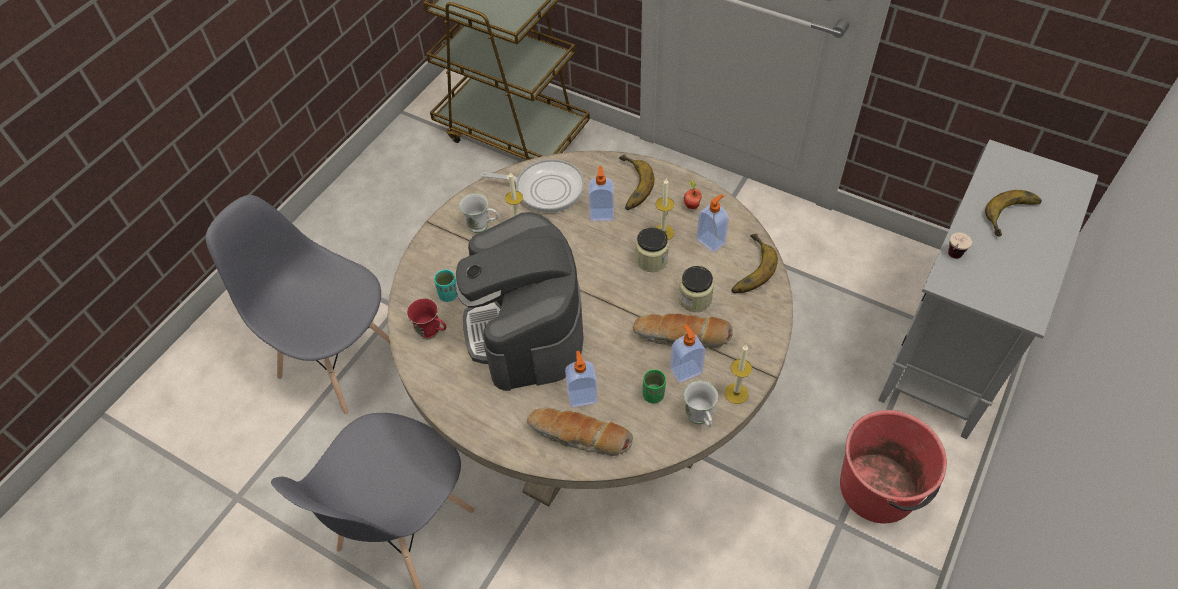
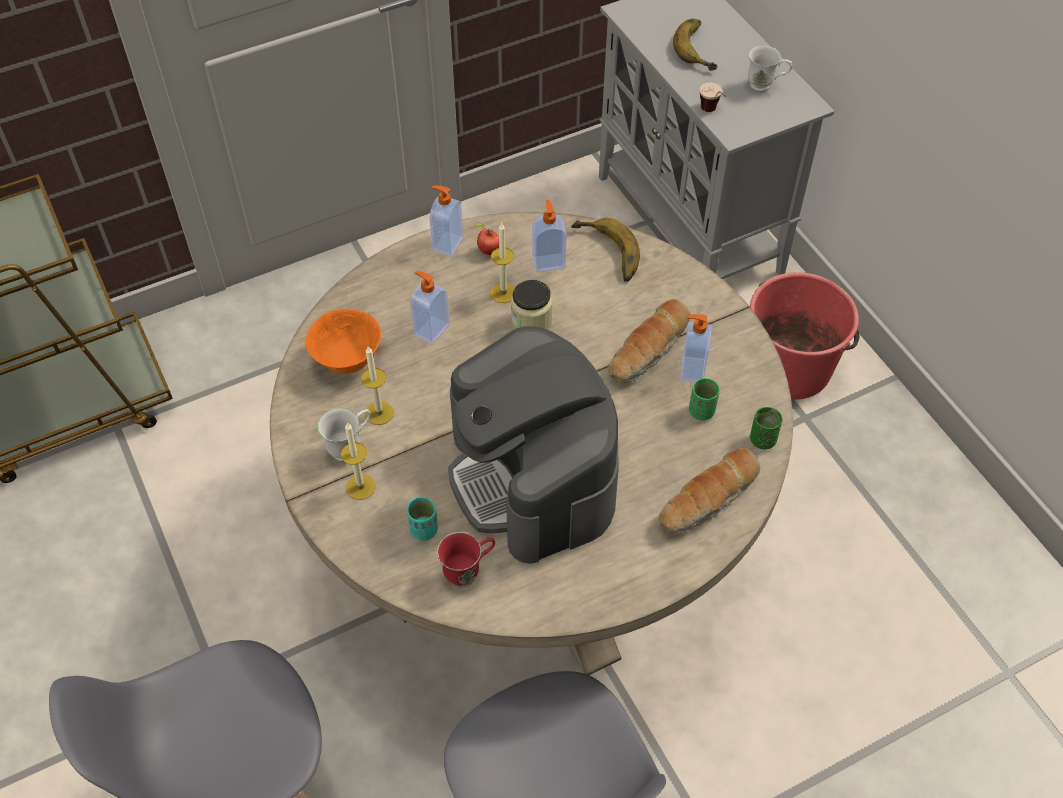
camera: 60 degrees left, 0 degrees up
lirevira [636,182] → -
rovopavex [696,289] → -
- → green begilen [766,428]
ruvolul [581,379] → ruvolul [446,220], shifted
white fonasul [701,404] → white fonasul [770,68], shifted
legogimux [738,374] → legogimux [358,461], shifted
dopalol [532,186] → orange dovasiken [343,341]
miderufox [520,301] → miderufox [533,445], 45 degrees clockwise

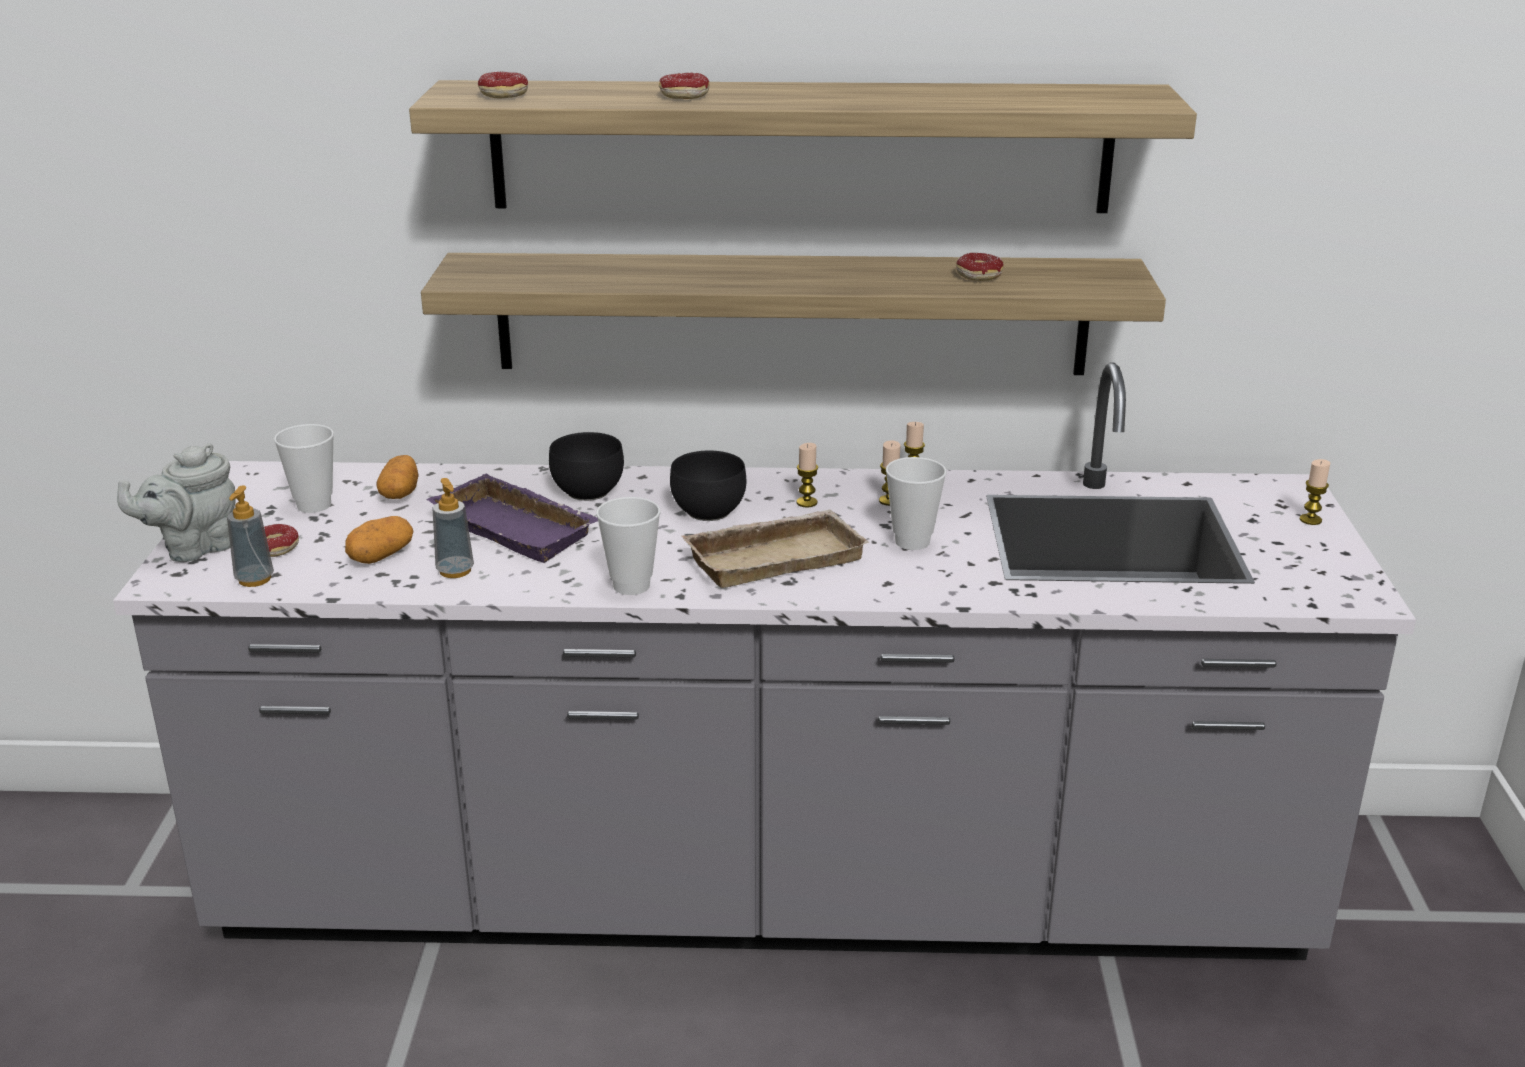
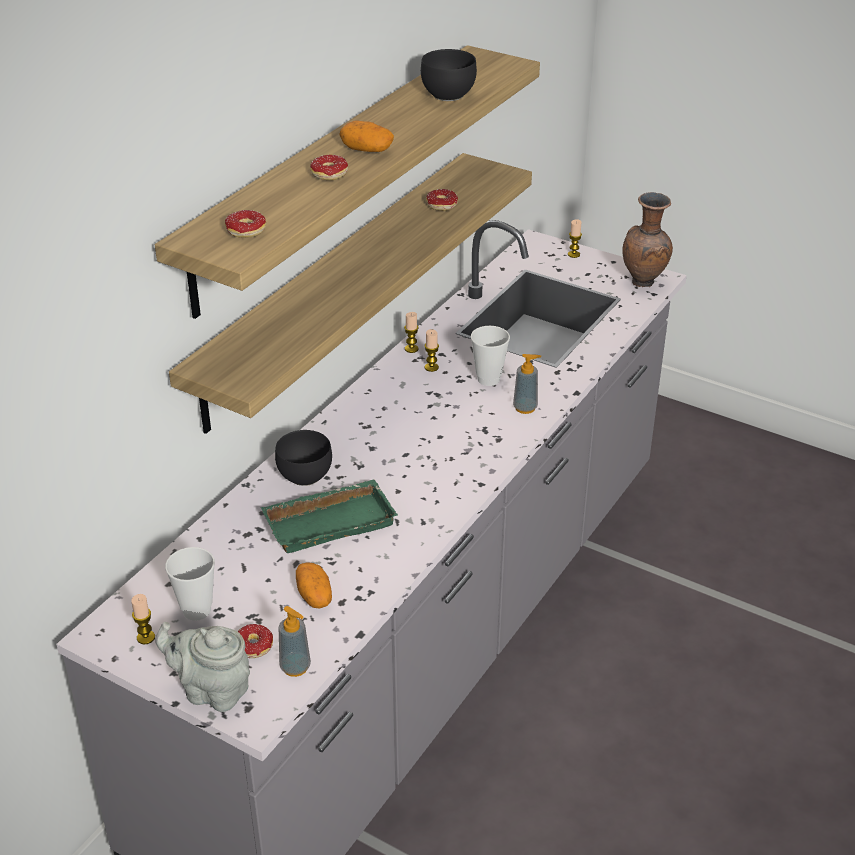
camera: 60 degrees left, 10 degrees up
begilen [628,546] → -
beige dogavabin [775,549] → -
- → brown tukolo [648,239]
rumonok [397,477] → rumonok [366,136], shifted
ruvolul [453,528] → ruvolul [527,384], shifted
black dovasiken [708,486] → black dovasiken [449,75], shifted
legogimux [807,475] → legogimux [143,619], shifted
purple dogavabin [512,518] → green dogavabin [329,516]
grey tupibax [176,502] → grey tupibax [202,667], 120 degrees clockwise

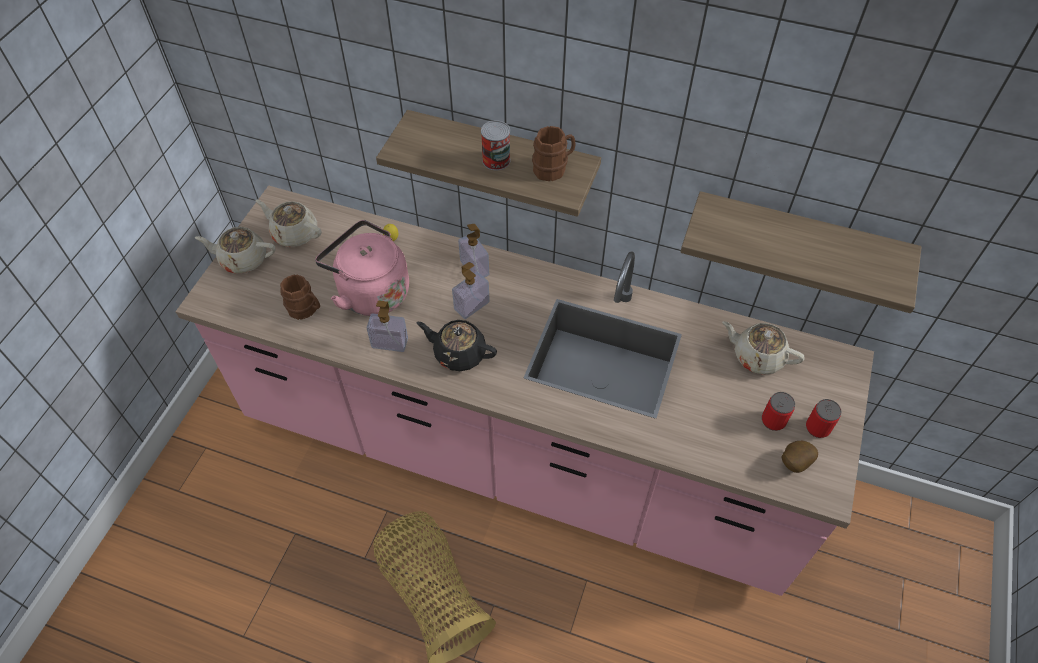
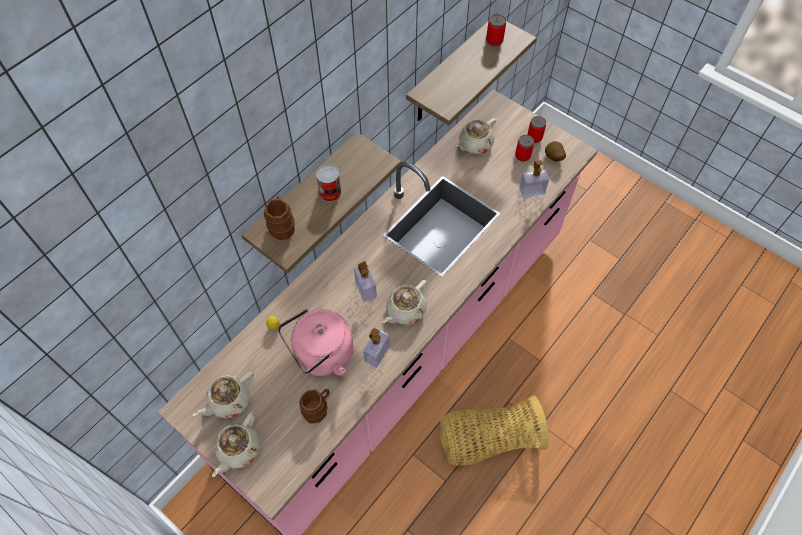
camera: 70 degrees left, 5 degrees up
- → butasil [496,30]
ruvolul [473,250] → ruvolul [534,179], shifted
brown fonasul [554,153] → brown fonasul [279,218], shifted
black tupibax [456,345] → beige tupibax [405,302]

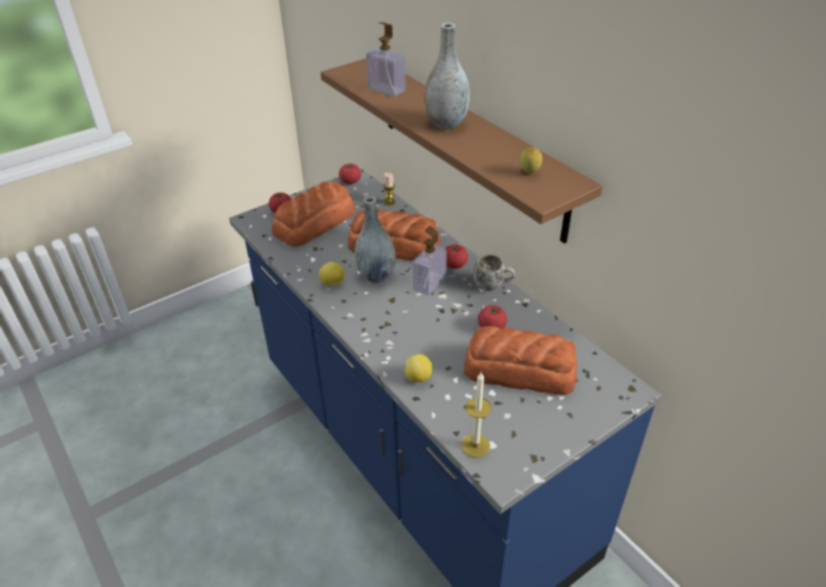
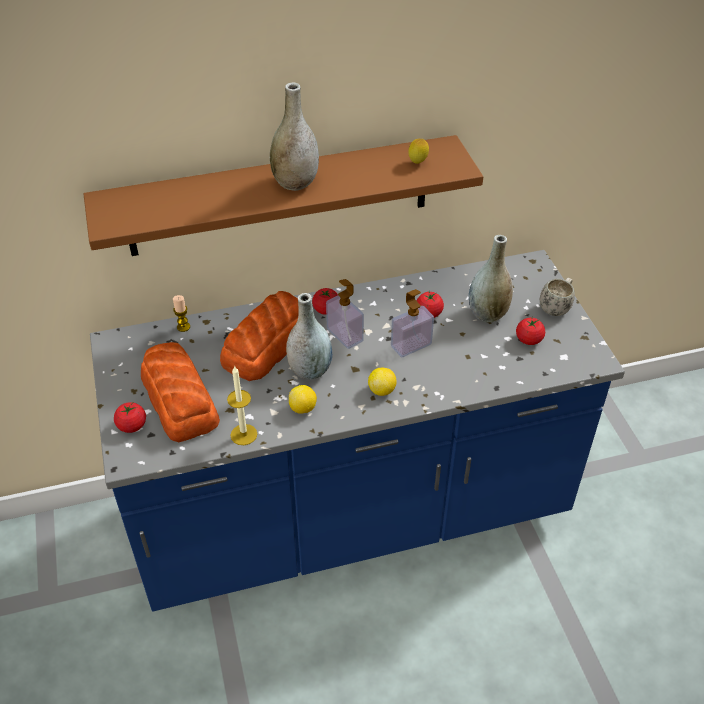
camera: 70 degrees left, 5 degrees up
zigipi [350,174] → zigipi [530,331], shifted
ruvolul [386,59] → ruvolul [412,323], shifted
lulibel [419,368] → lulibel [382,382], shifted
legogimux [476,415] → legogimux [242,405], shifted
white fonasul [494,272] → white fonasul [557,297], shifted
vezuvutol [520,360] → grey tukolo [491,278]

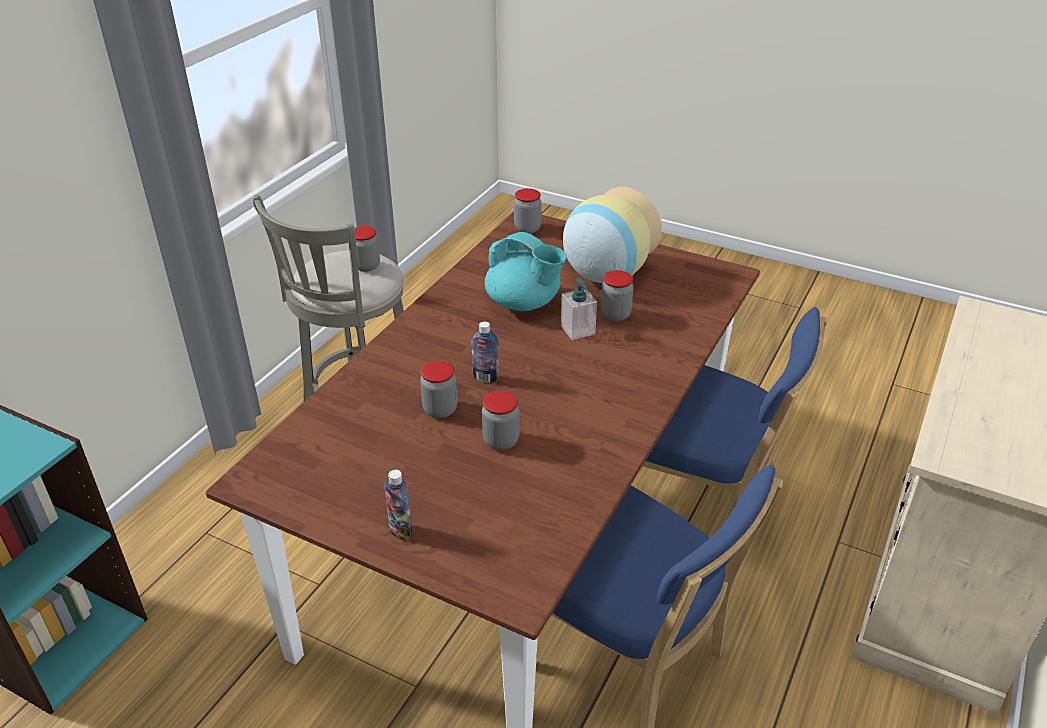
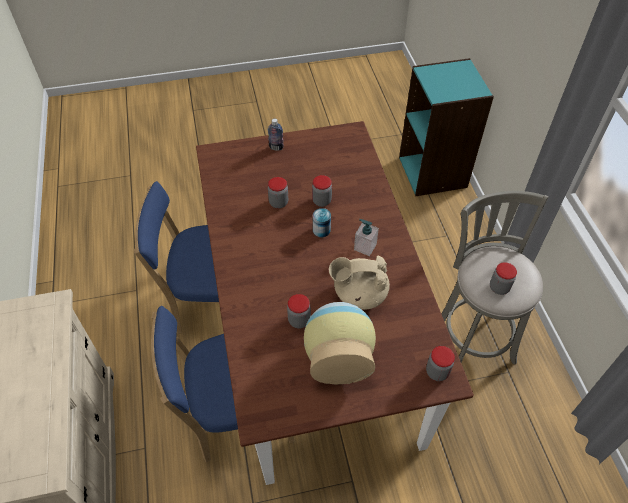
camera: 140 degrees right, 15 degrees up
ruvolul [579,309] → ruvolul [366,237], shifted
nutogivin [485,352] → butasil [322,222]
turquoise tupibax [526,271] → beige tupibax [359,283]

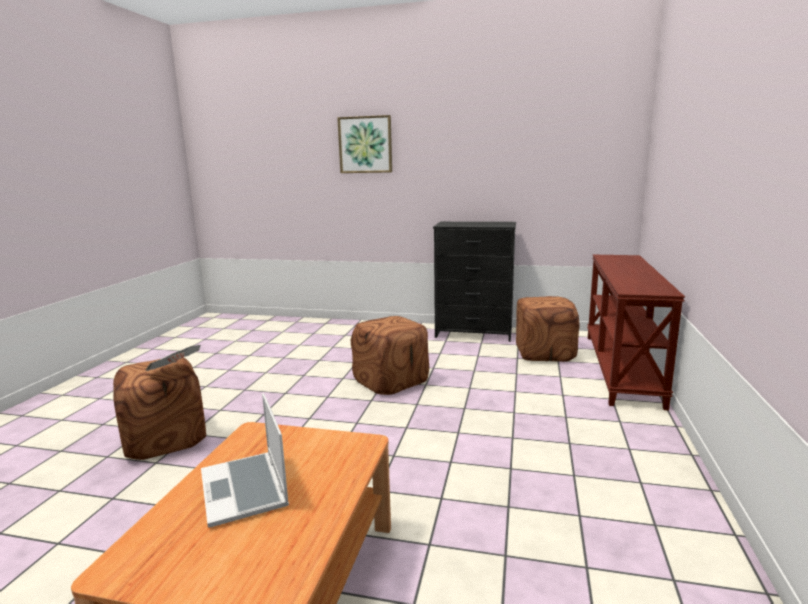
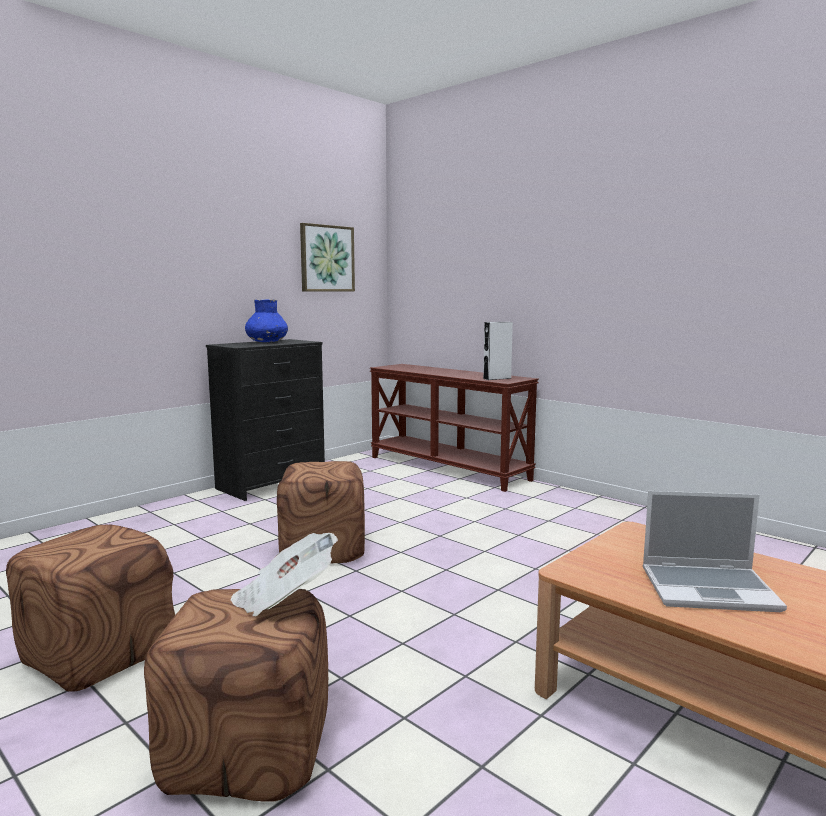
camera: 60 degrees left, 5 degrees down
- → blue tukolo [266,320]
- → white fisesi [498,351]
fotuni [364,144] → fotuni [327,257], shifted
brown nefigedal [547,329] → brown nefigedal [90,608], shifted

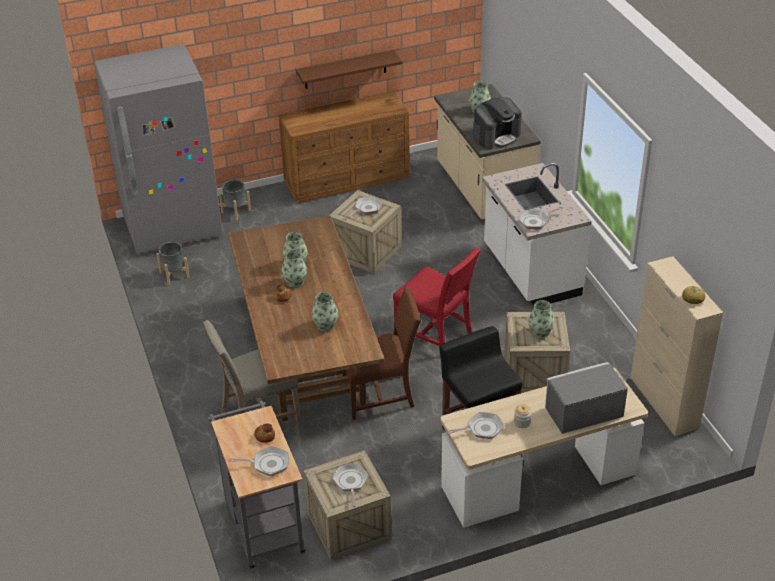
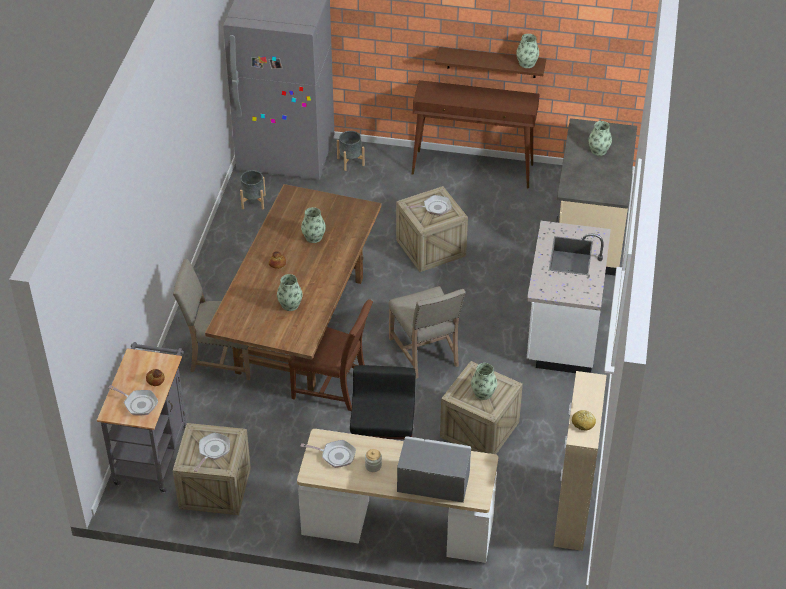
camera: 30 degrees right, 5 degrees up
miderufox [497,123] → -
dopalol [541,217] → -
tukolo [294,268] → tukolo [527,51], shifted
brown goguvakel [344,147] → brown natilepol [476,134]
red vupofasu [437,297] → beige vupofasu [426,332]

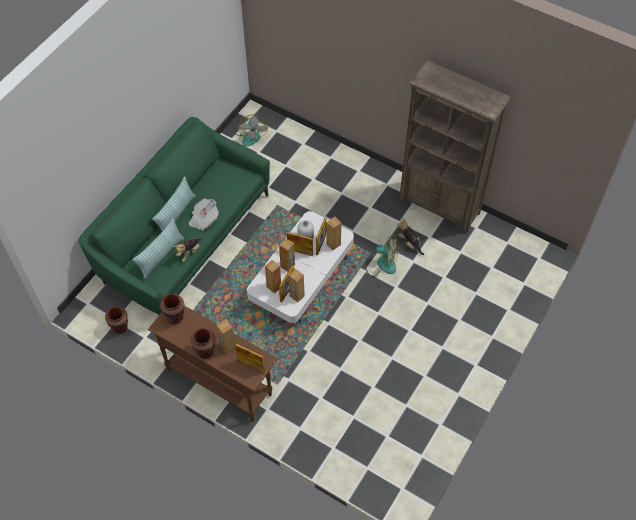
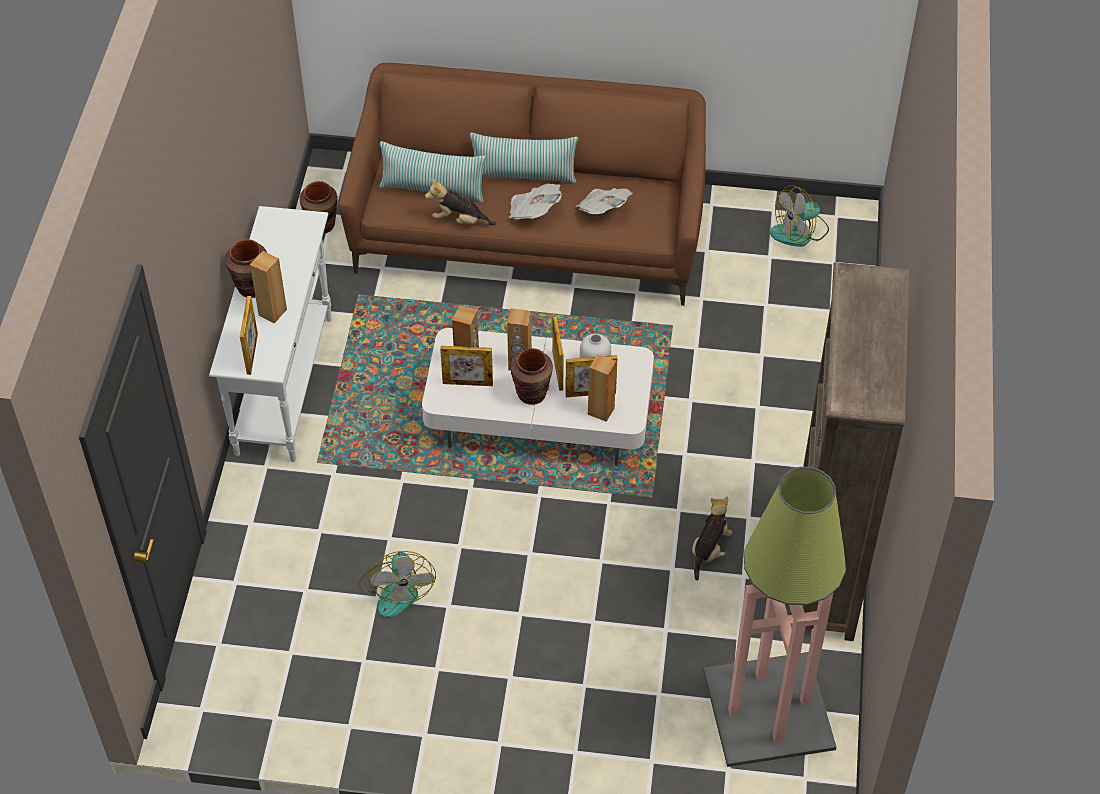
camera: 65 degrees right, 5 degrees down
brown fisesi [296,285] → -
- → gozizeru [604,201]
- → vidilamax [774,617]
brown tukolo [172,309] → brown tukolo [532,376], shifted
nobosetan [382,255] → nobosetan [397,584], shifted
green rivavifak [174,216] → brown rivavifak [522,184]
brown natilepol [213,364] → white natilepol [270,334]

